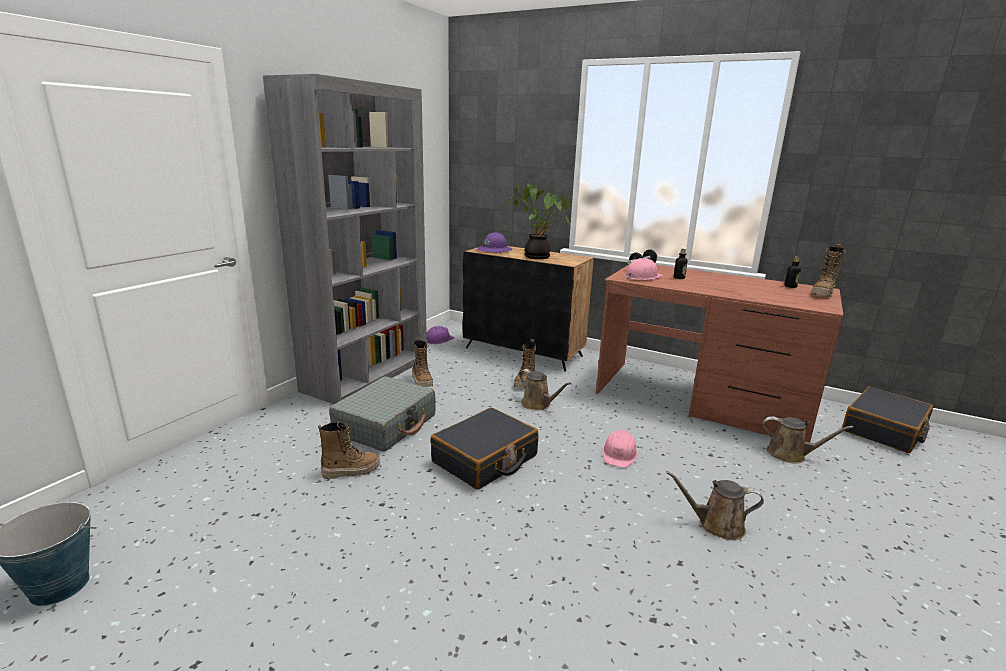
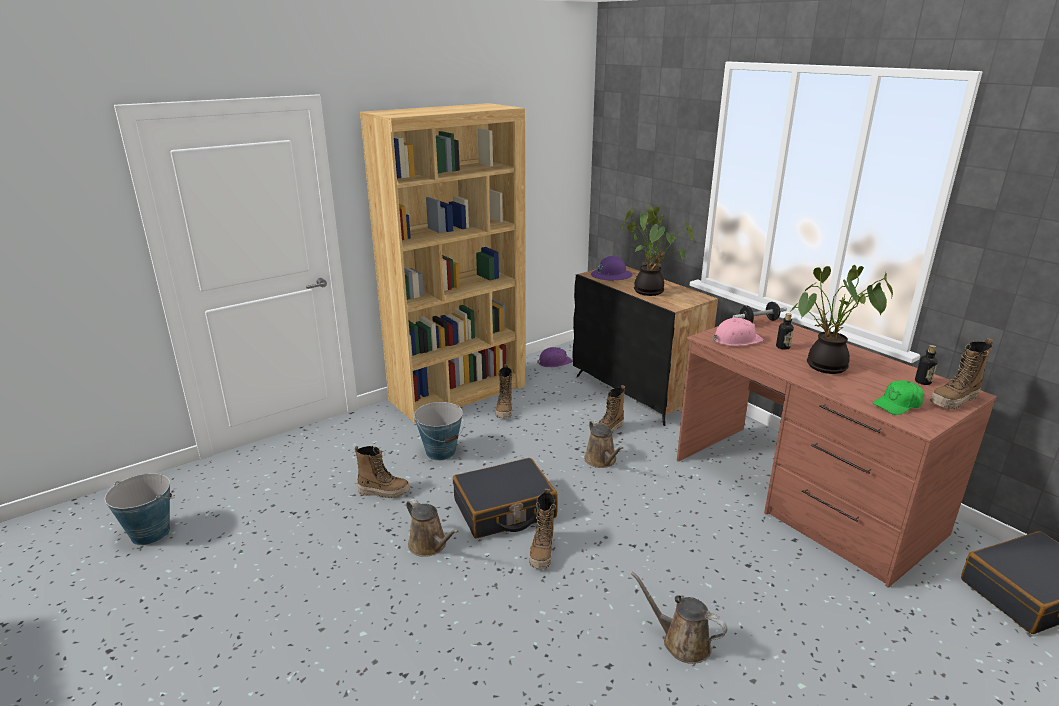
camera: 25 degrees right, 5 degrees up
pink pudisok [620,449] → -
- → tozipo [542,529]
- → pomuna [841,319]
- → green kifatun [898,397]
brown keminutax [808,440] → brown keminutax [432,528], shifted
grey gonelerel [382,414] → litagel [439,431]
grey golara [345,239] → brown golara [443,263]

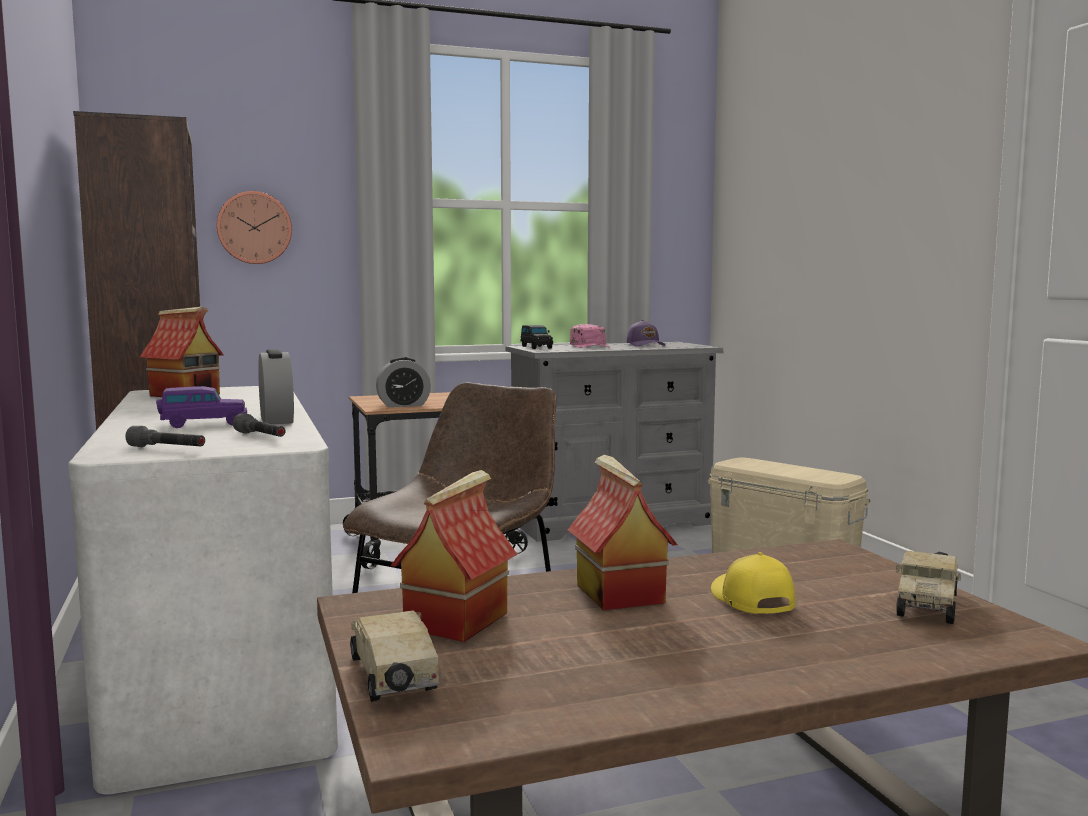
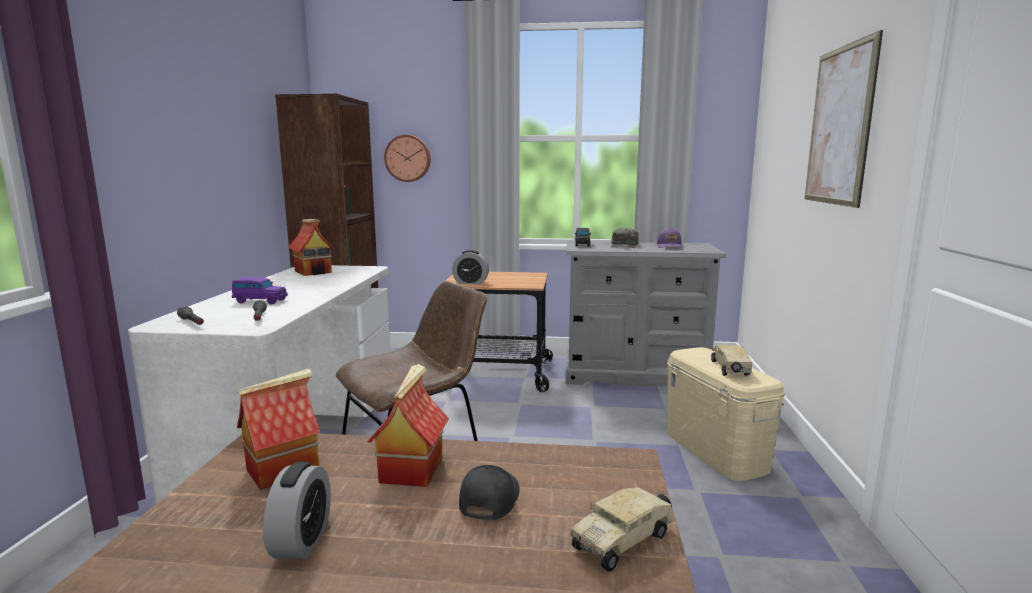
camera: 25 degrees right, 5 degrees up
- → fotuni [843,119]
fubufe [276,386] → fubufe [297,511], shifted
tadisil [394,656] → tadisil [731,360], shifted
pink kifatun [589,336] → green kifatun [625,238]
yellow kifatun [753,583] → black kifatun [489,492]

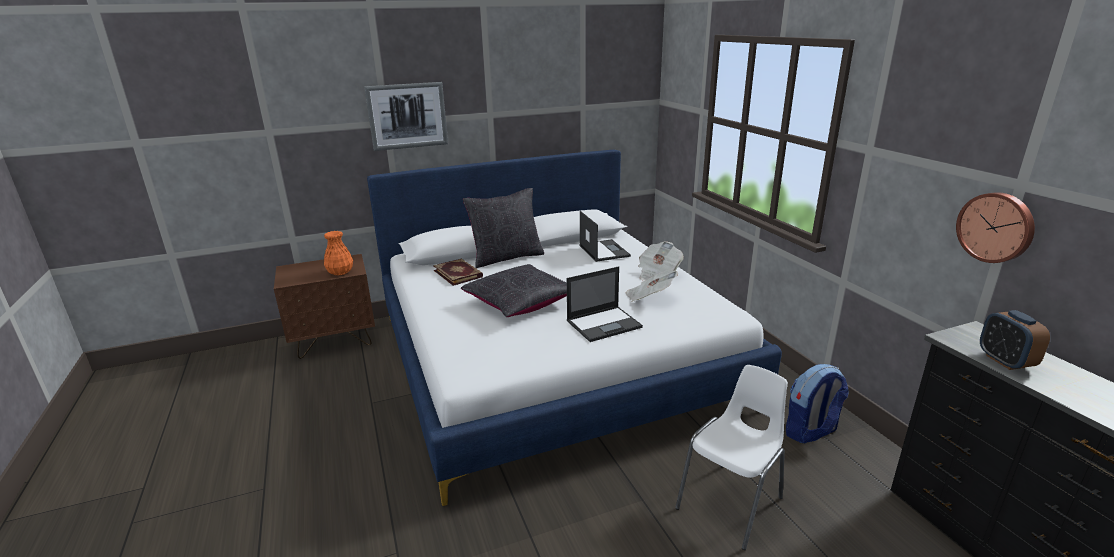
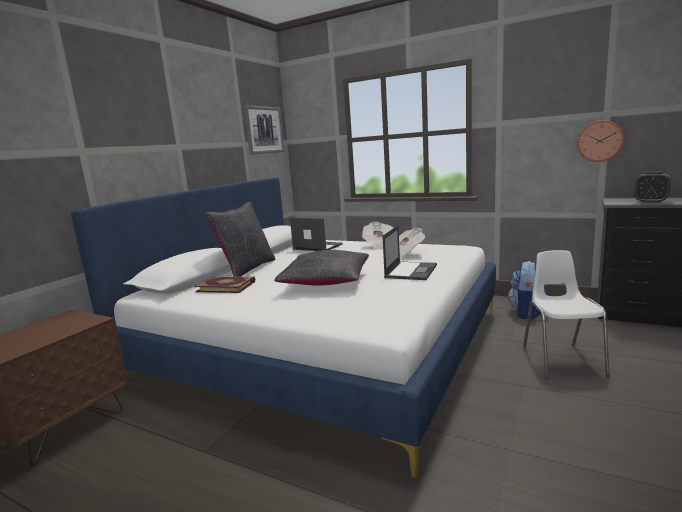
camera: 40 degrees left, 10 degrees down
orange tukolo [338,253] → -
fotuni [406,116] → fotuni [264,130], shifted

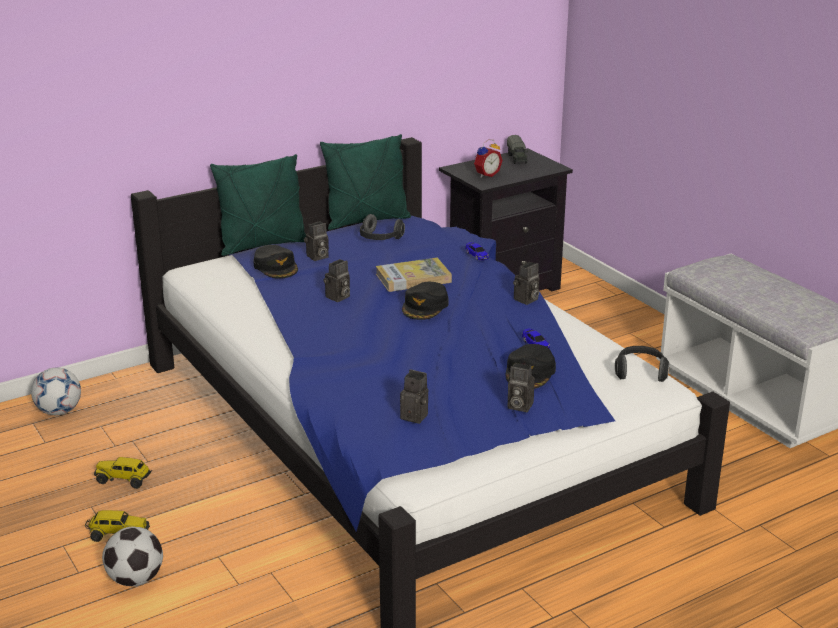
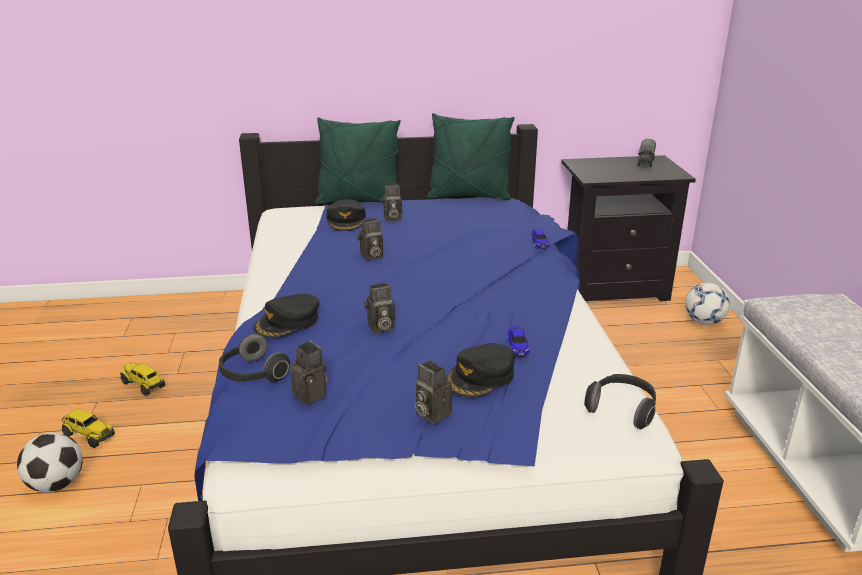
camera: 25 degrees right, 0 degrees up
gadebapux [414,274] → -
fubufe [488,158] → -
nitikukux [56,391] → nitikukux [707,303], shifted
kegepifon [382,227] → kegepifon [254,357], shifted
black kifatun [425,301] → black kifatun [287,315], shifted
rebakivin [526,283] → rebakivin [379,307], shifted

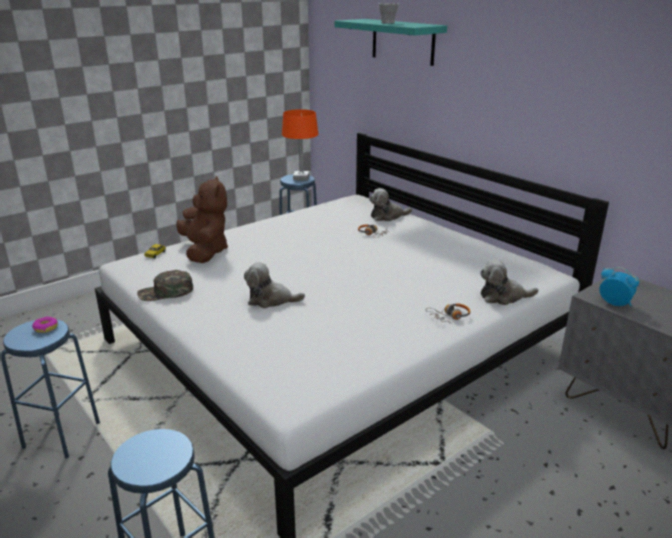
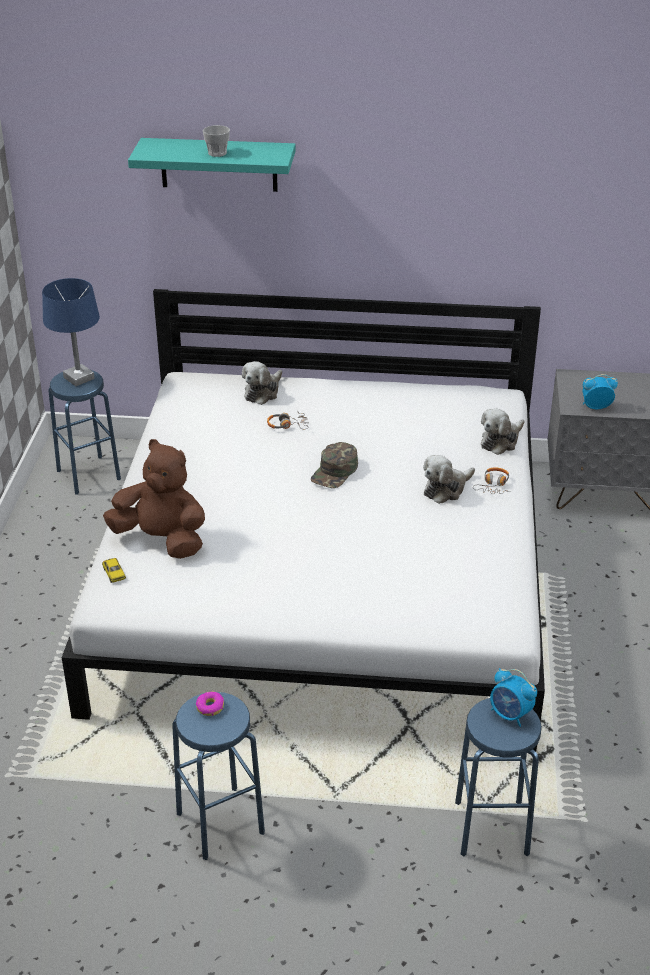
camera: 45 degrees left, 10 degrees up
- → fubufe [513,697]
green kifatun [165,285] → green kifatun [334,465], shifted
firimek [274,285] → firimek [449,479], shifted
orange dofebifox [300,145] → blue dofebifox [71,332]

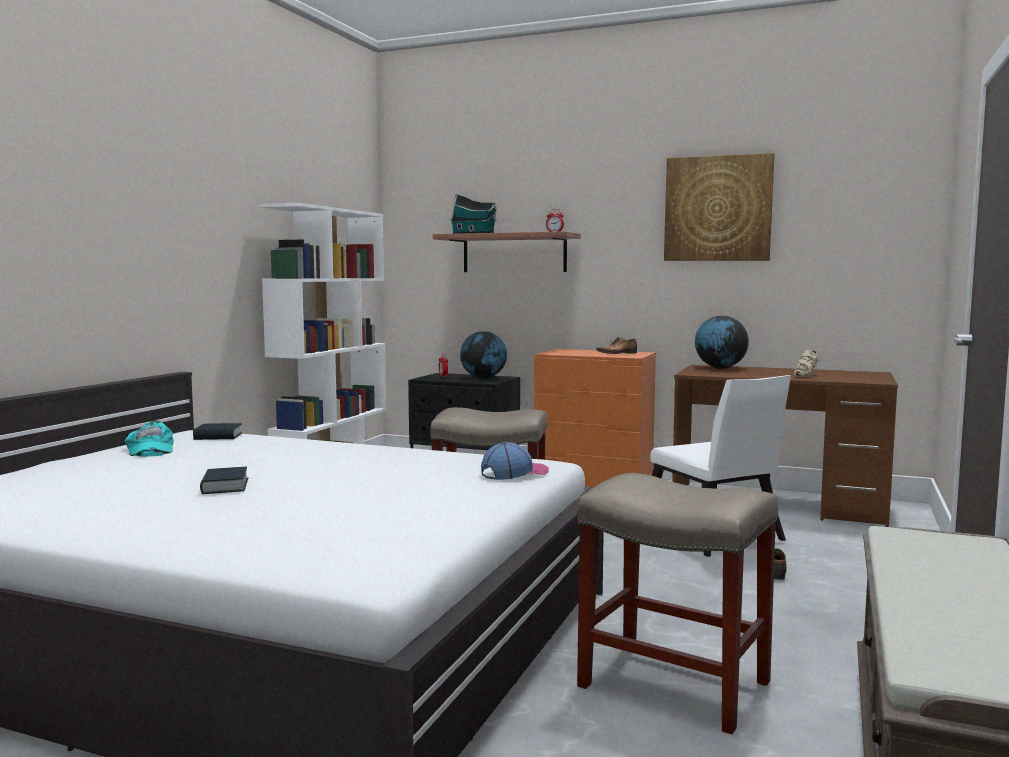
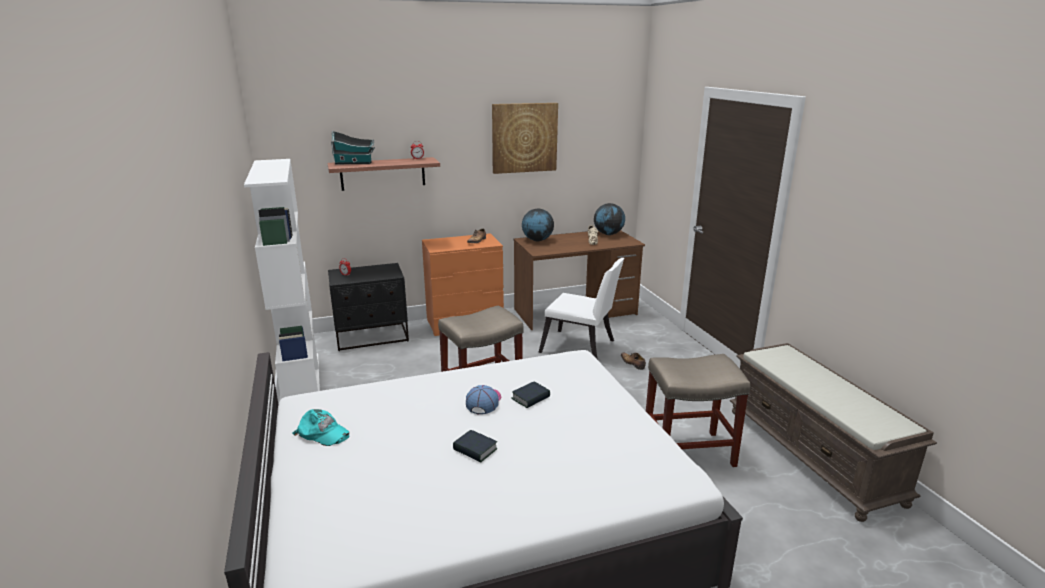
camera: 40 degrees left, 15 degrees up
gadebapux [218,431] → gadebapux [530,394], shifted
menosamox [483,355] → menosamox [609,219], shifted
kifatun [515,461] → kifatun [483,399], shifted

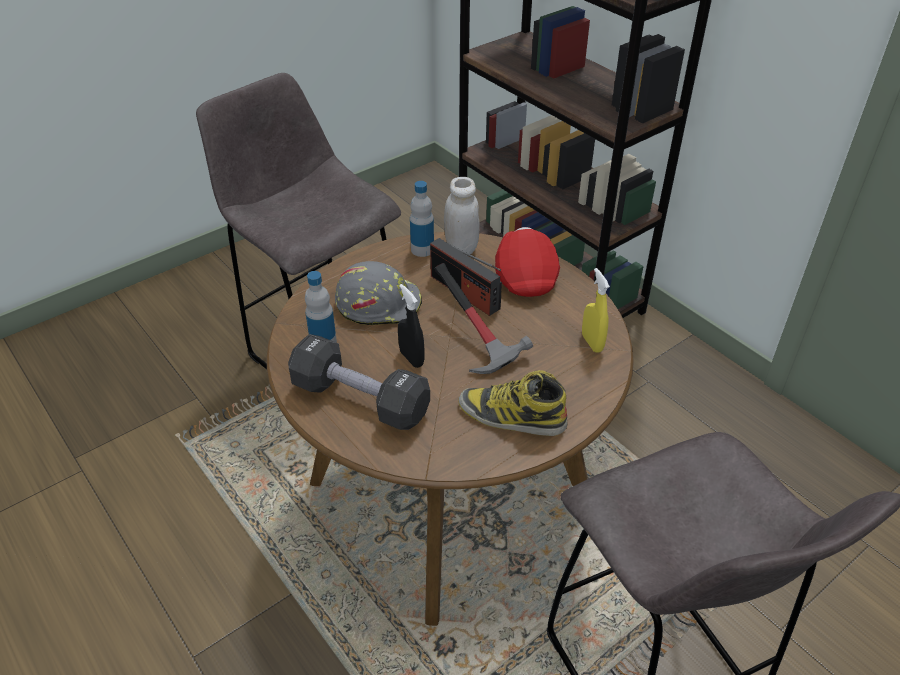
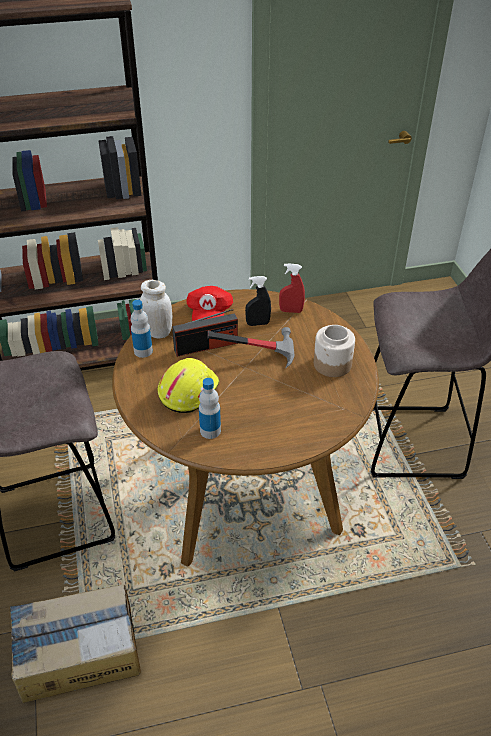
camera: 65 degrees left, 0 degrees up
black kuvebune [359,382] → -
- → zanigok [75,643]
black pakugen [411,326] → black pakugen [258,301], shifted
tozipo [513,403] → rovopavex [334,351]
grey pudisok [378,293] → yellow pudisok [188,385]
yellow pakugen [596,310] → red pakugen [292,288]
red kifatun [527,262] → red kifatun [210,303], 105 degrees counterclockwise

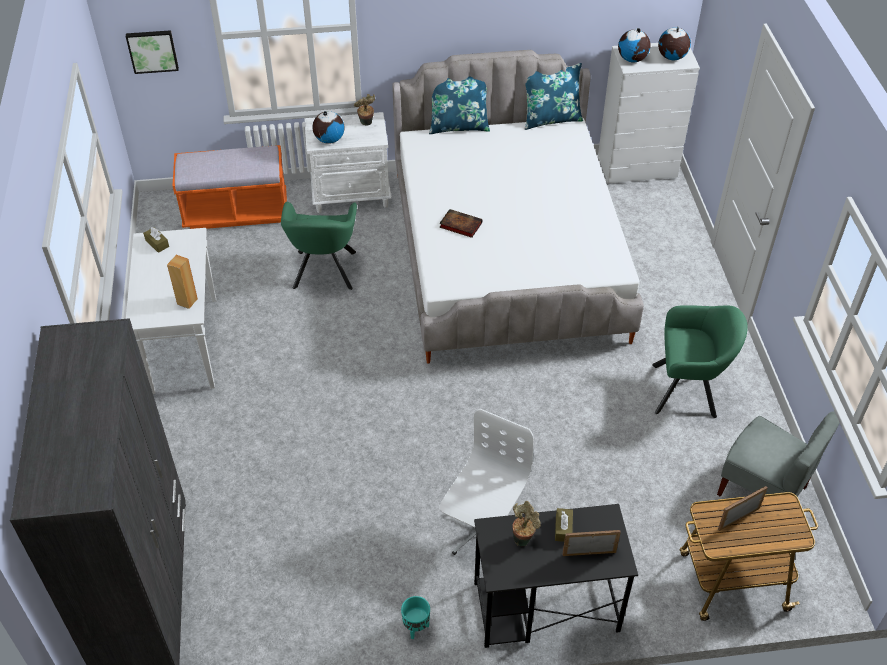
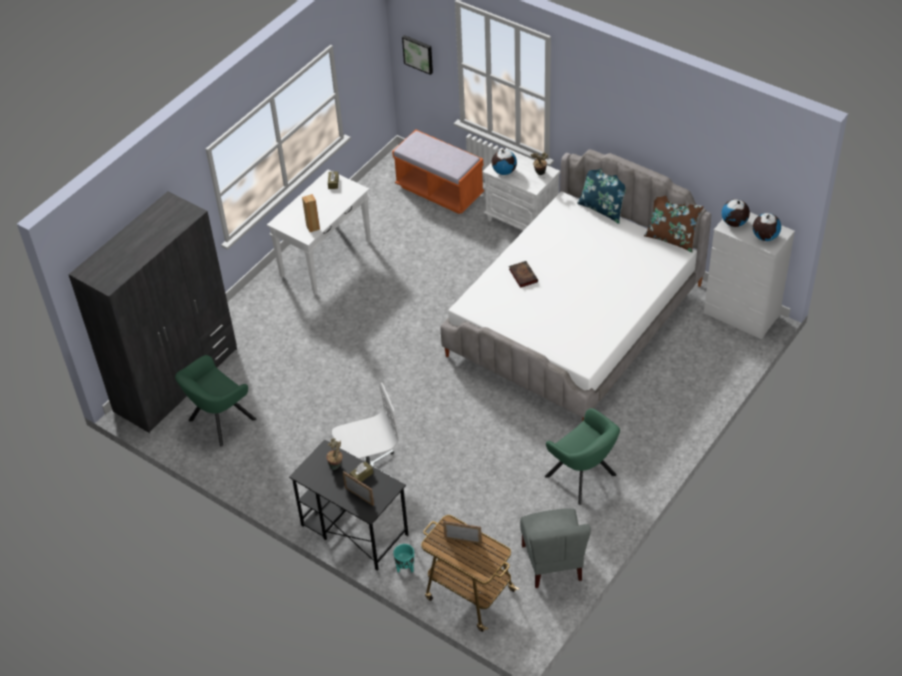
camera: 45 degrees right, 0 degrees up
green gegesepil [319,246] → green gegesepil [216,401], shifted
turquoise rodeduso [415,617] → turquoise rodeduso [403,558], shifted
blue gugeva [554,96] → brown gugeva [674,224]

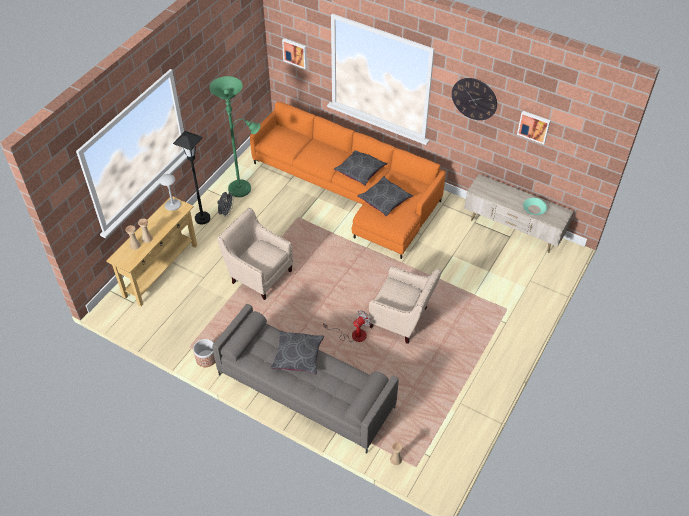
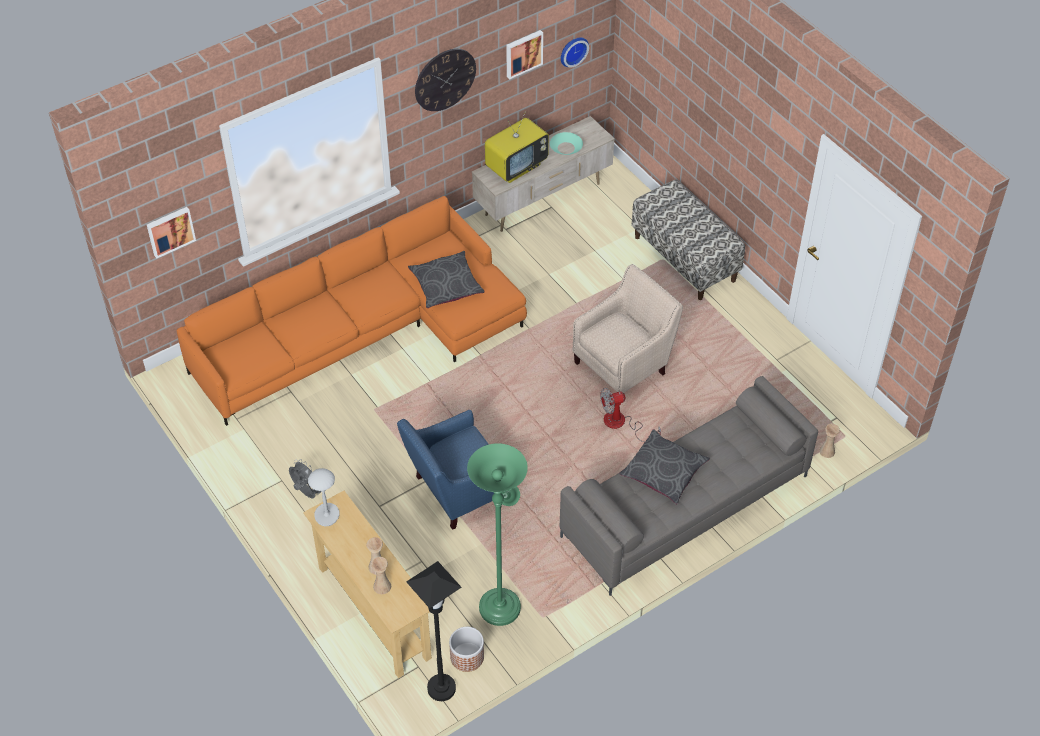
camera: 65 degrees left, 0 degrees up
grey gugeva [360,168] → -
- → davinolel [517,147]
- → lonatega [575,52]
- → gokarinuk [688,240]
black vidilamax [191,177] → black vidilamax [434,631], shifted
rodeduso [204,353] → rodeduso [466,649], shifted
green vidilamax [234,136] → green vidilamax [497,534], shifted
beige gegesepil [255,254] → blue gegesepil [445,470]
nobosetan [347,326] → nobosetan [630,415], 90 degrees counterclockwise

